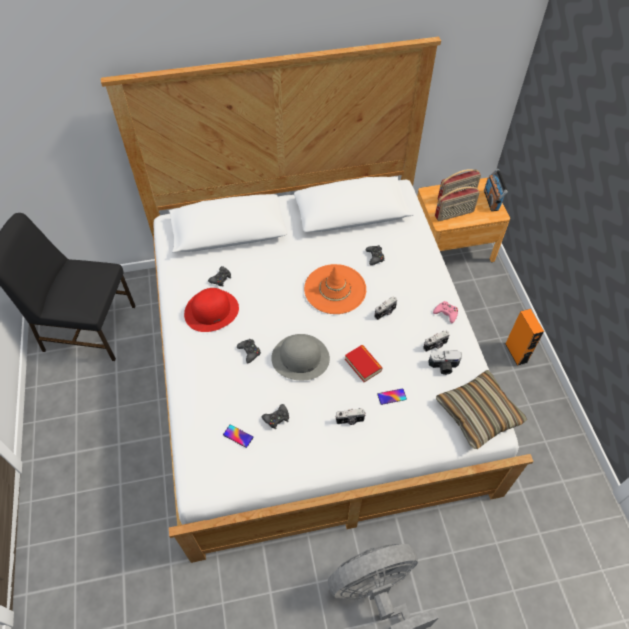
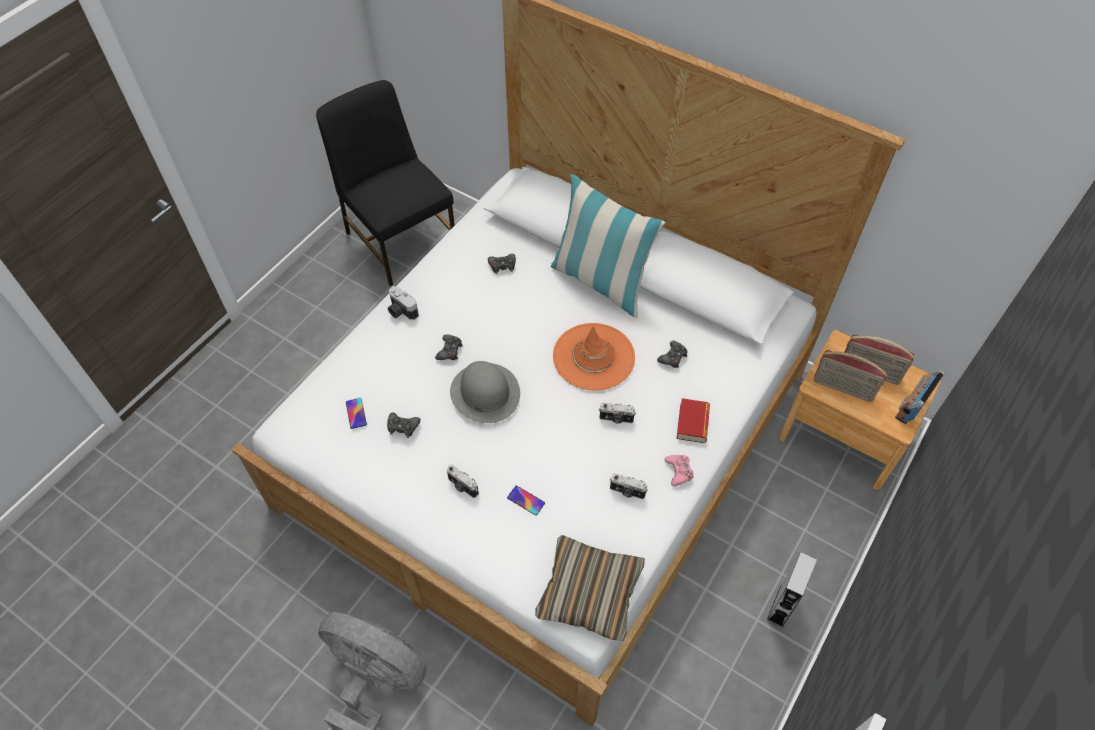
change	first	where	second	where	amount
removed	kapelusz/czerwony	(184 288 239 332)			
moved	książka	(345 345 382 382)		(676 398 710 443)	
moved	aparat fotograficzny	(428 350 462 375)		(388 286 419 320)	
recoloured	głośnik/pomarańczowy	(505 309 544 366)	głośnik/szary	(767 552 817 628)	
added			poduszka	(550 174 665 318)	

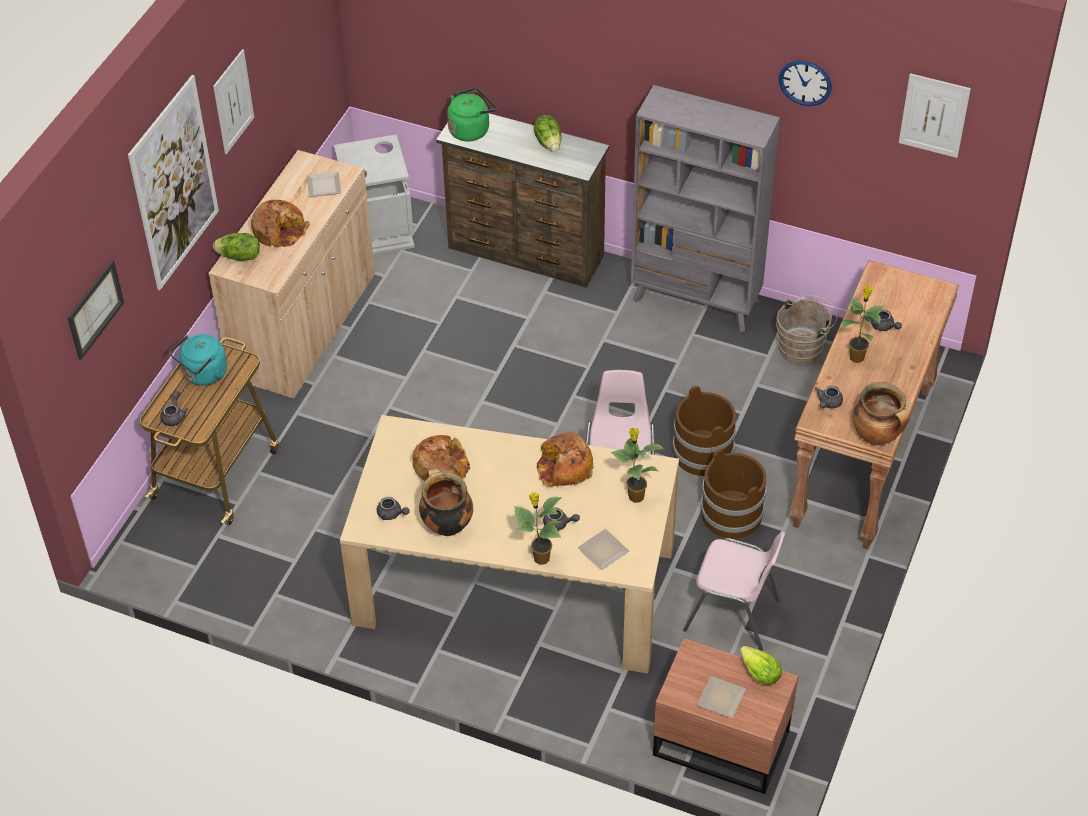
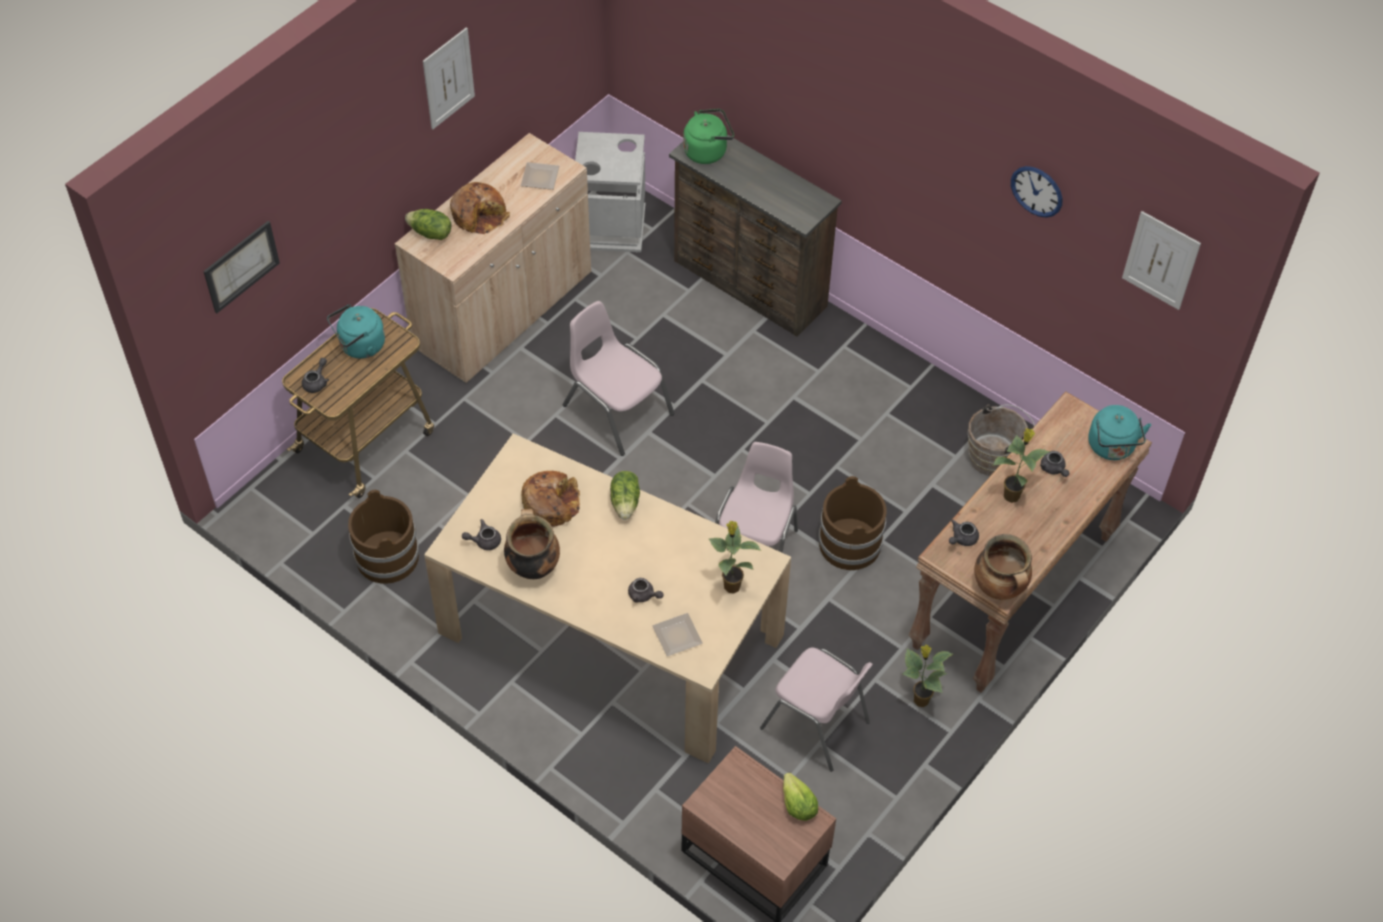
change	first	where	second	where	amount
removed	obraz	(128 75 219 290)			
turned	imbryk/szary	(377 497 410 520)		(462 519 501 550)	120 degrees clockwise
moved	roślina doniczkowa	(514 492 562 565)		(903 645 953 707)	
moved	sałata	(534 115 562 152)		(610 471 640 520)	
removed	chleb	(536 432 594 488)			
removed	regał/szary	(631 85 780 332)			
removed	talerz	(697 676 746 718)			
moved	wiadro/brązowy	(701 448 766 539)		(348 490 419 584)	
added			krzesło/różowy	(563 301 674 456)	
added			czajnik/turkusowy	(1088 405 1151 460)	

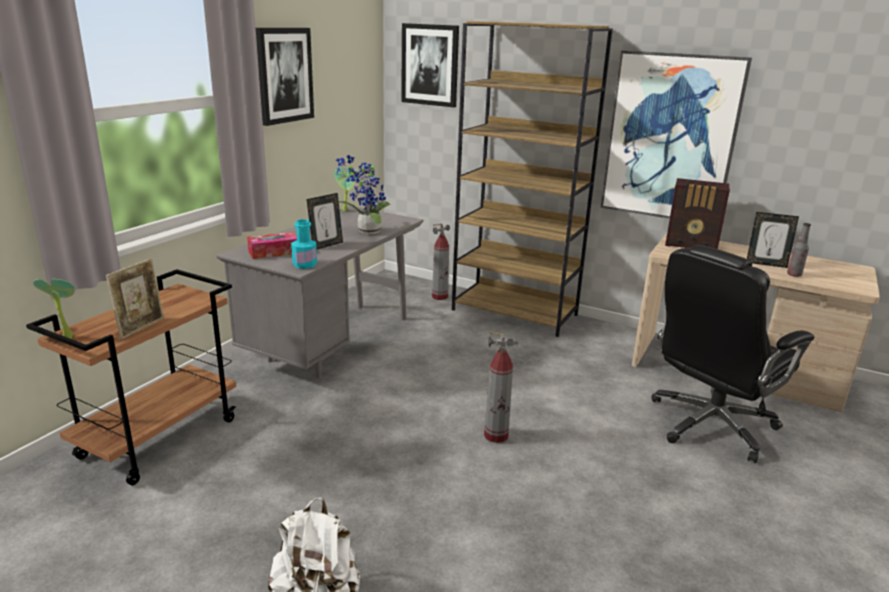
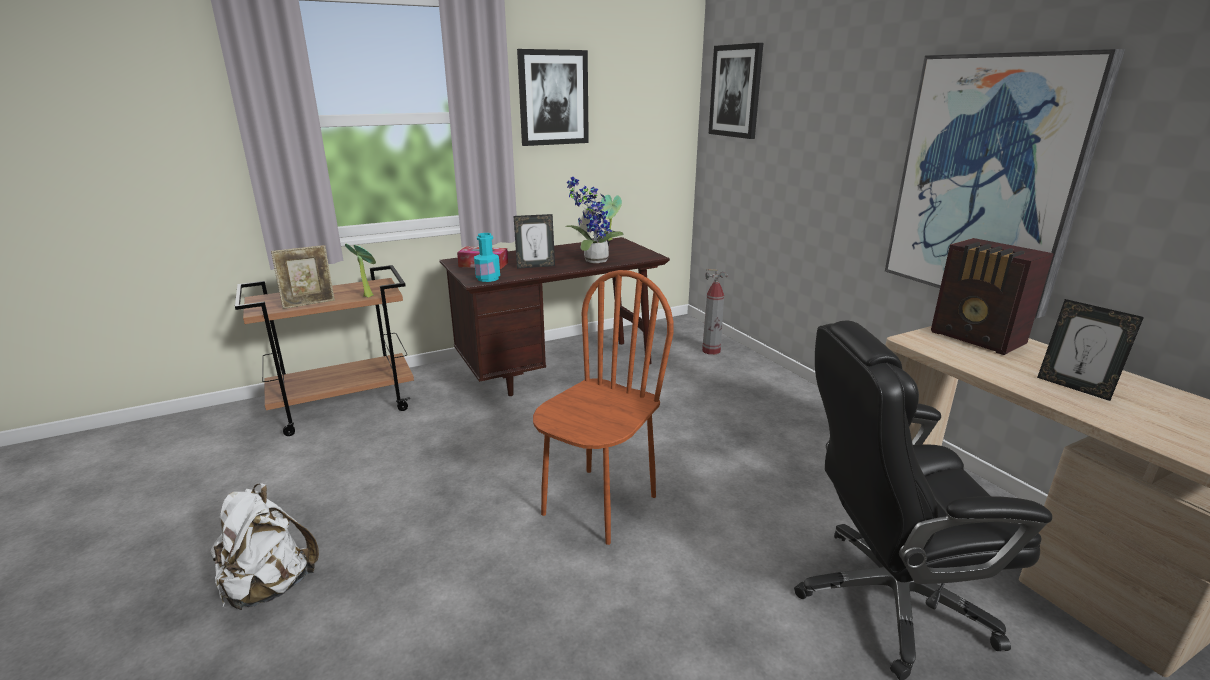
change	first	where	second	where	amount
moved	roślina doniczkowa	(33 279 74 339)		(345 244 376 298)	
recoloured	biurko/szary	(216 206 424 379)	biurko/brązowy	(439 237 670 396)	
removed	regał/brązowy	(452 21 613 337)			
replaced	gaśnica	(484 332 518 443)	krzesło/brązowy	(533 270 674 545)	
removed	butelka	(787 223 811 277)			

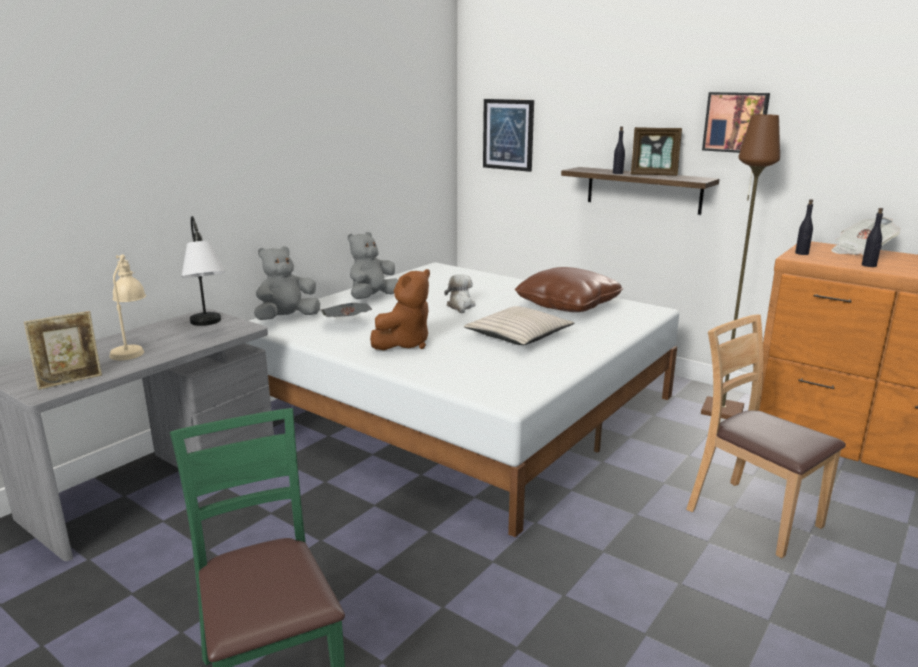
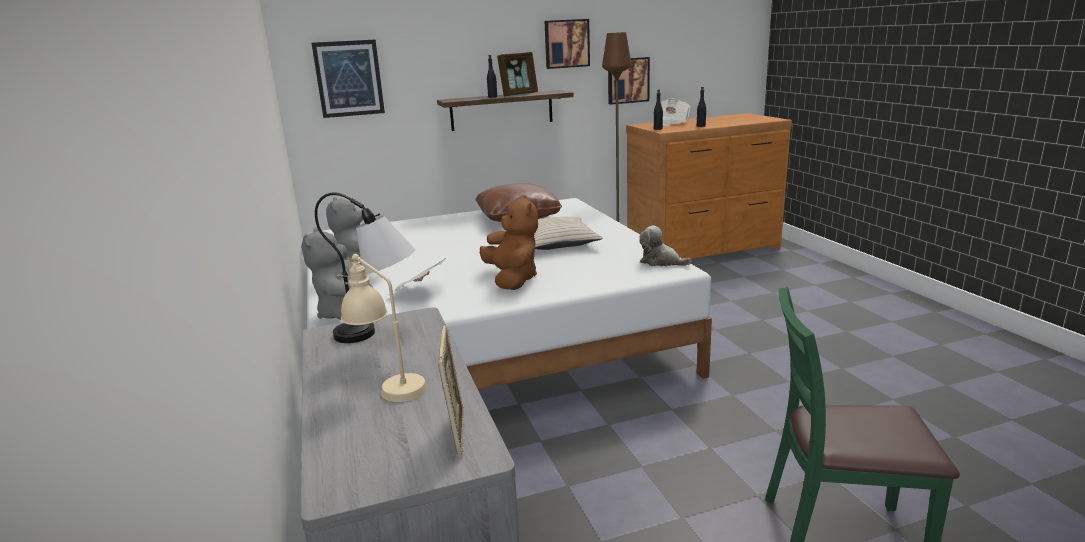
change	first	where	second	where	amount
moved	pluszak	(444 274 475 313)		(639 226 692 266)	
removed	krzesło/brązowy	(686 314 846 558)			
added			obraz	(608 57 650 105)	

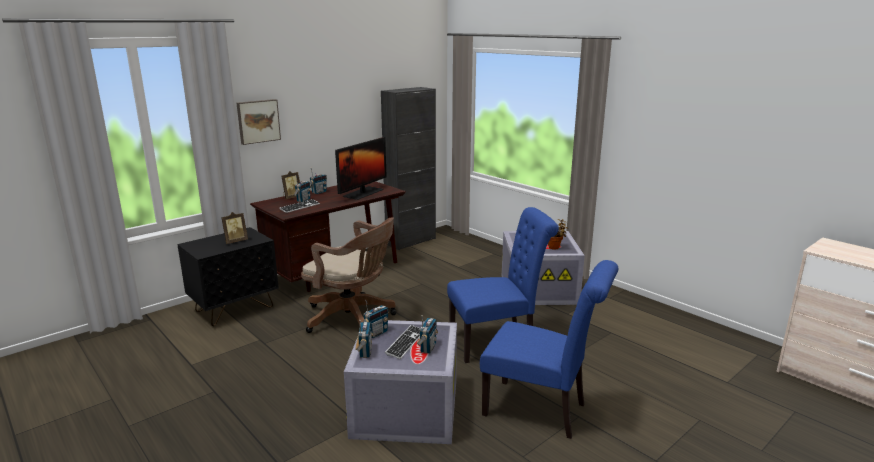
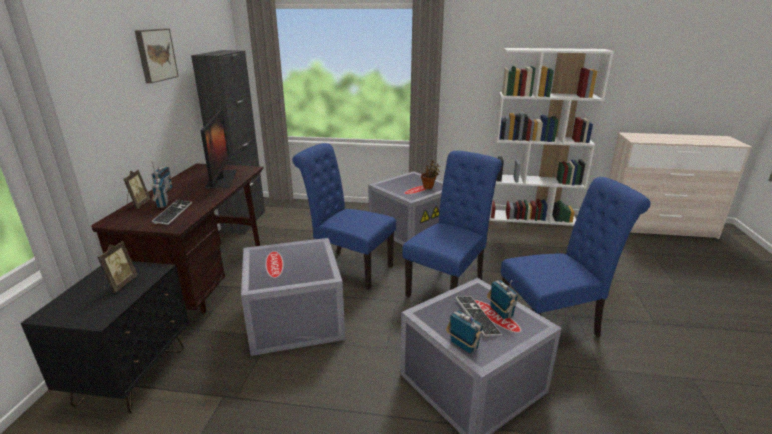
change	first	where	second	where	amount
moved	obraz	(237 99 281 145)		(135 29 179 83)	
replaced	krzesło biurowe/brązowy	(301 217 396 333)	pojemnik do przechowywania/szary	(241 238 345 356)	
removed	radio	(363 300 389 338)			
added			krzesło/niebieski	(293 143 396 289)	
added			regał/biały	(489 48 614 226)	

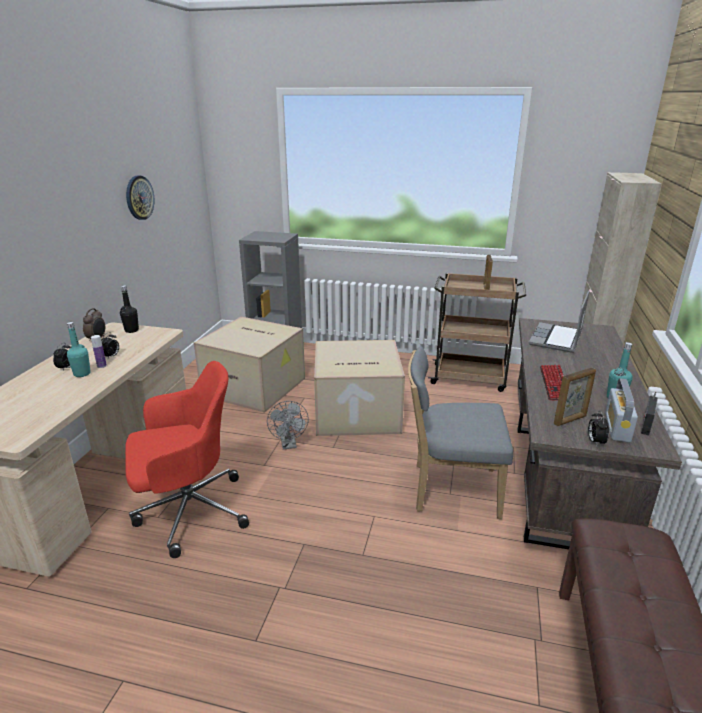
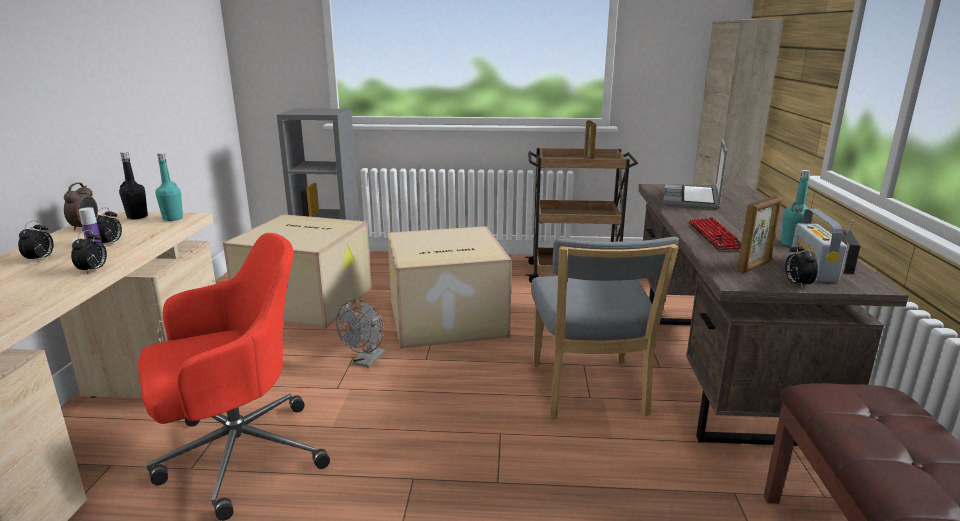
change	first	where	second	where	amount
moved	butelka/turkusowy	(67 322 91 377)		(155 153 183 221)	
removed	zegar ścienny	(126 175 155 220)			
turned	wentylator/szary	(267 401 309 450)		(336 299 385 367)	45 degrees clockwise
turned	krzesło/szary	(408 346 513 519)		(531 237 679 419)	90 degrees counterclockwise
added			budzik	(71 230 107 274)	

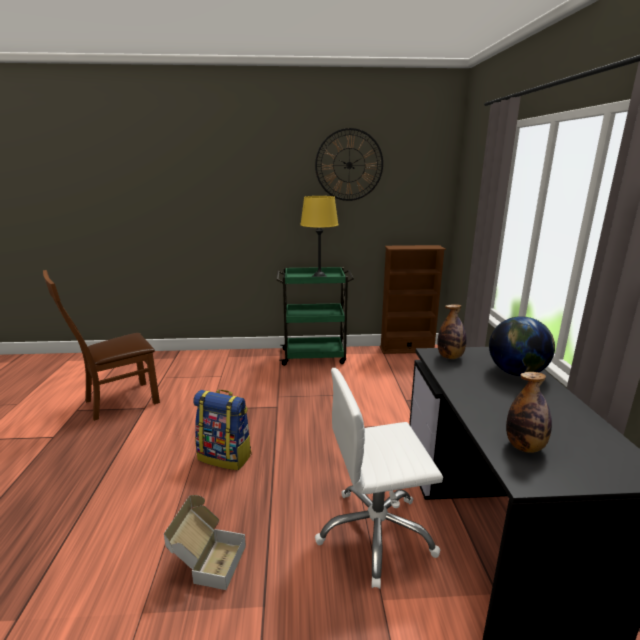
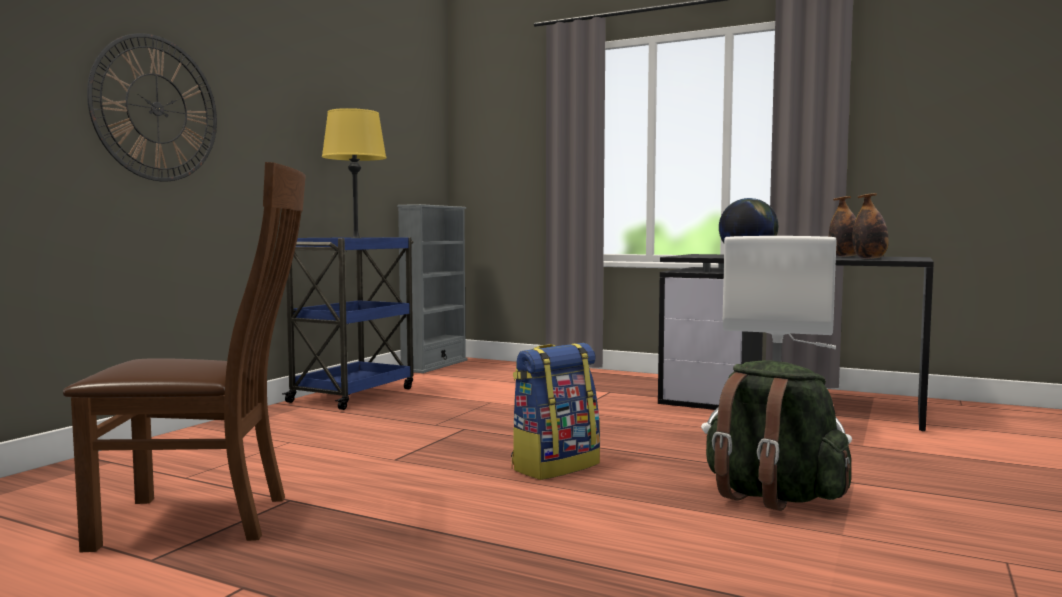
change	first	where	second	where	amount
turned	krzesło/brązowy	(43 270 160 421)		(63 162 306 553)	90 degrees counterclockwise
replaced	karton	(164 495 246 590)	plecak/zielony	(706 360 851 511)	
recoloured	wózek/zielony	(276 267 354 366)	wózek/niebieski	(282 237 414 410)	
moved	zegar ścienny	(315 128 383 201)		(87 33 217 182)	
recoloured	regał/brązowy	(380 245 446 354)	regał/szary	(397 204 467 373)	
moved	butelka	(437 304 467 359)		(829 196 856 257)	

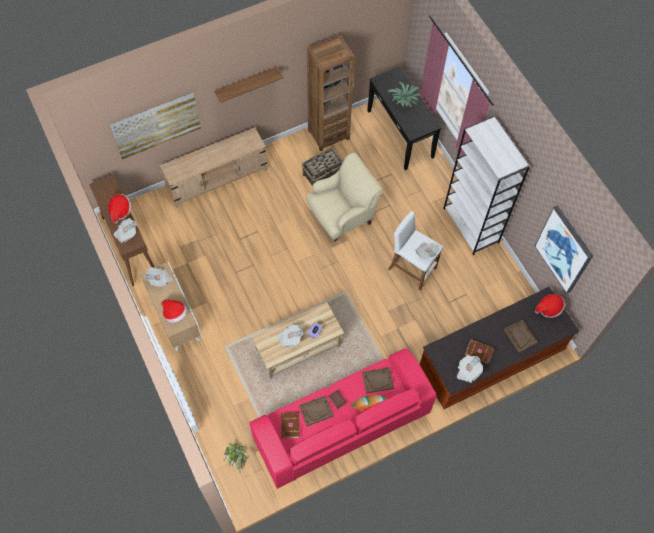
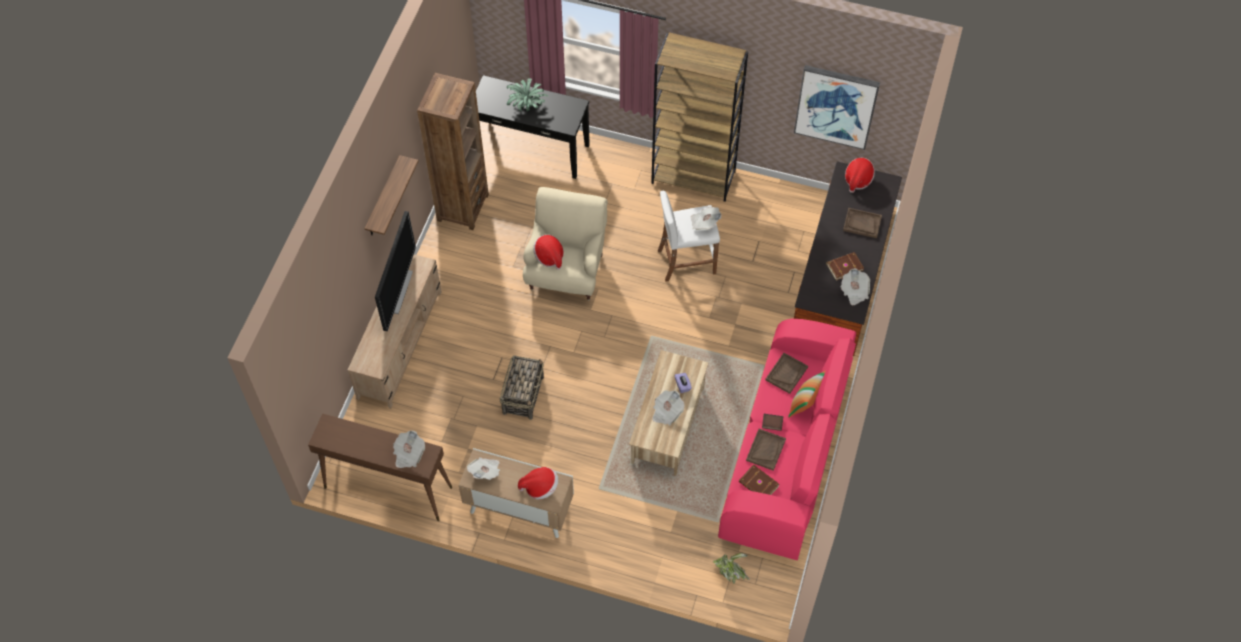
change	first	where	second	where	amount
moved	kapelusz	(108 194 131 223)		(533 235 564 270)	
removed	obraz	(109 92 201 160)			
moved	koszyk	(302 148 343 186)		(500 355 544 420)	
recoloured	regał/biały	(443 116 530 255)	regał/brązowy	(651 32 748 202)	
added			telewizor	(375 211 416 331)	

